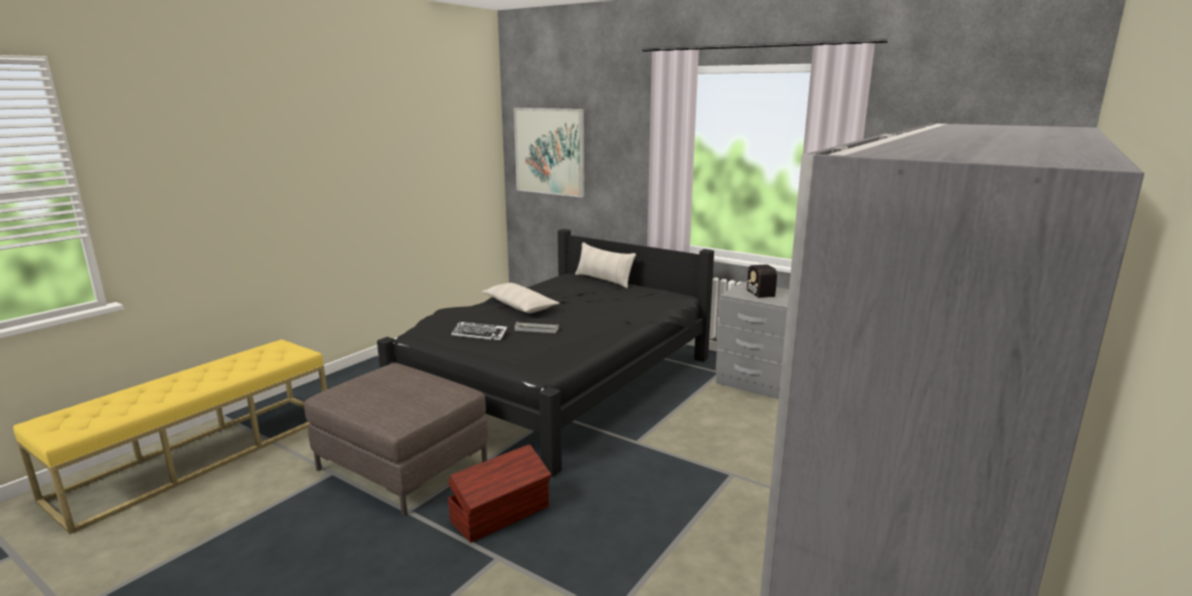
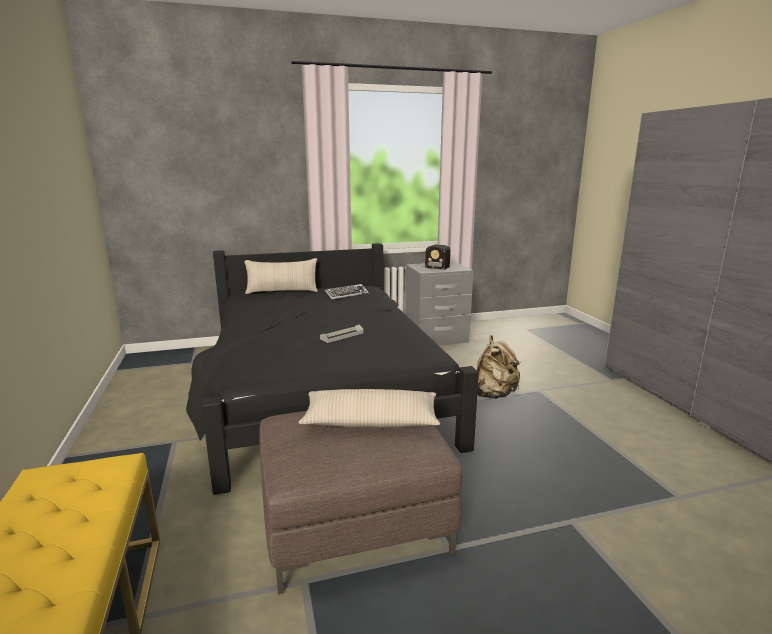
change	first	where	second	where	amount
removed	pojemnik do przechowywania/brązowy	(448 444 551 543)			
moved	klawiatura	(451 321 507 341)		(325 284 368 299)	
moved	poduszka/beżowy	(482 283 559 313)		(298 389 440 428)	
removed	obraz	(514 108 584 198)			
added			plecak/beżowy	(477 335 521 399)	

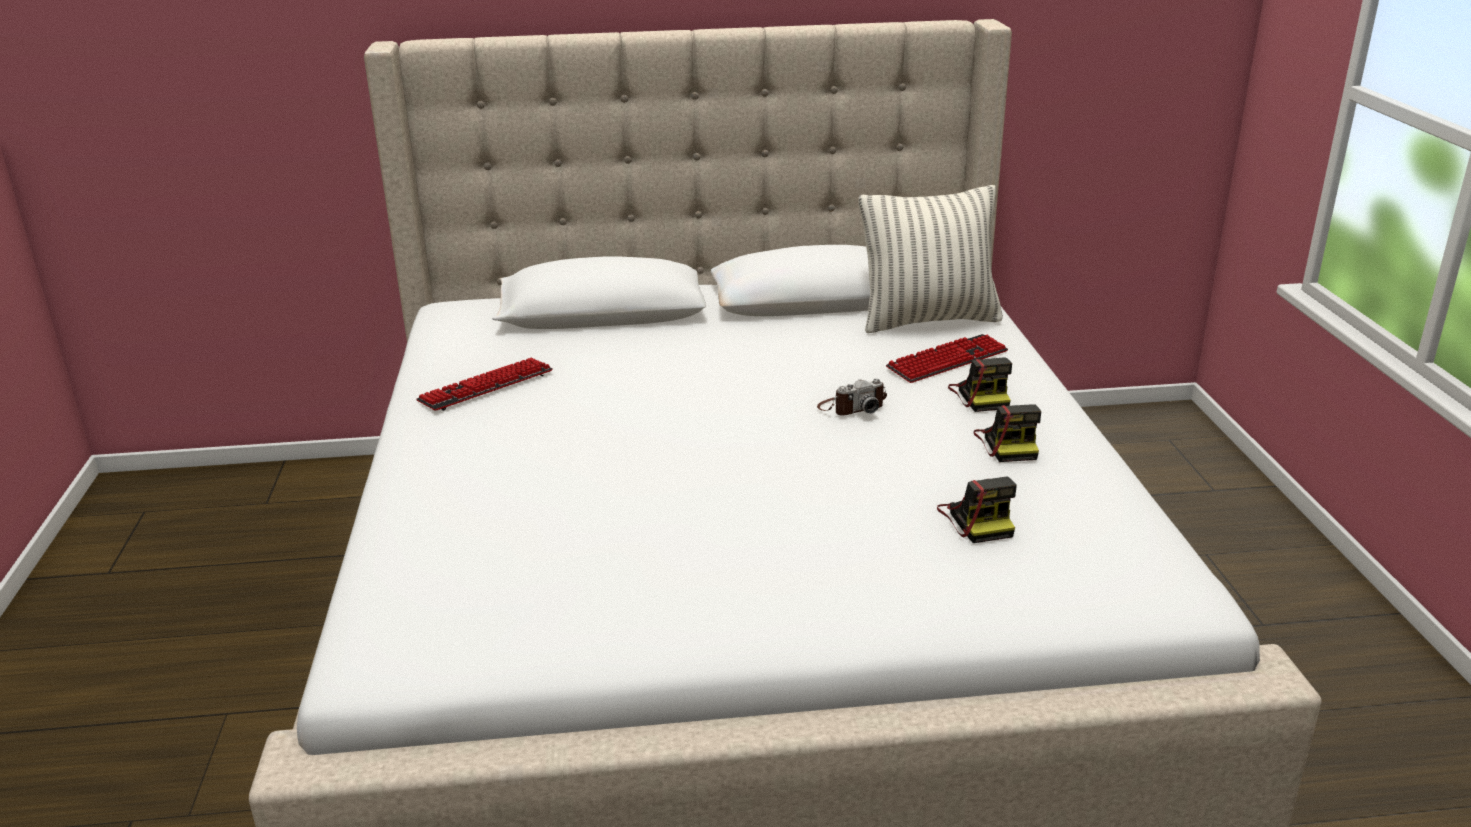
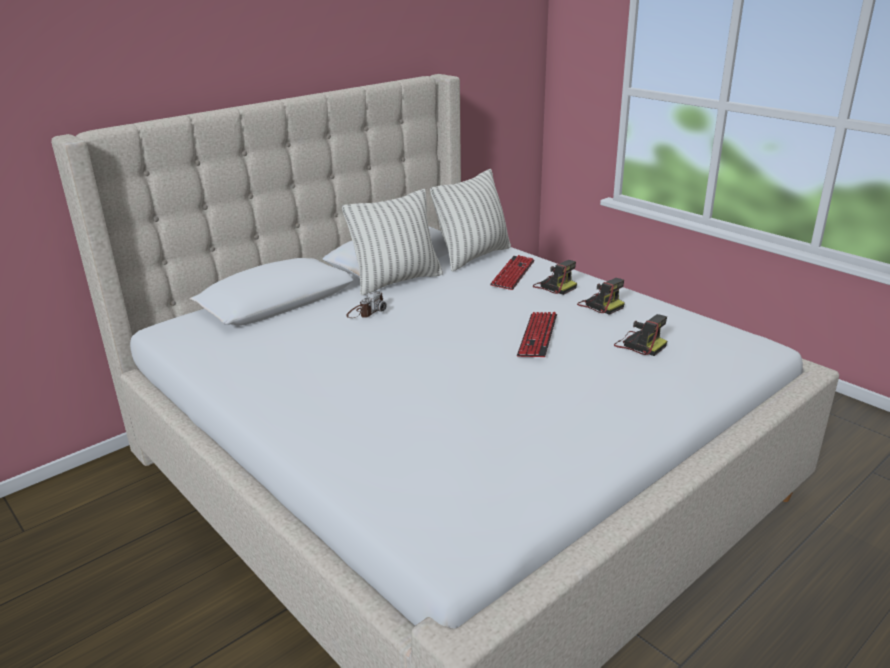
change	first	where	second	where	amount
moved	klawiatura	(416 357 553 411)		(517 312 557 357)	
moved	aparat fotograficzny	(817 379 887 416)		(346 291 386 318)	
added			poduszka	(342 189 443 296)	

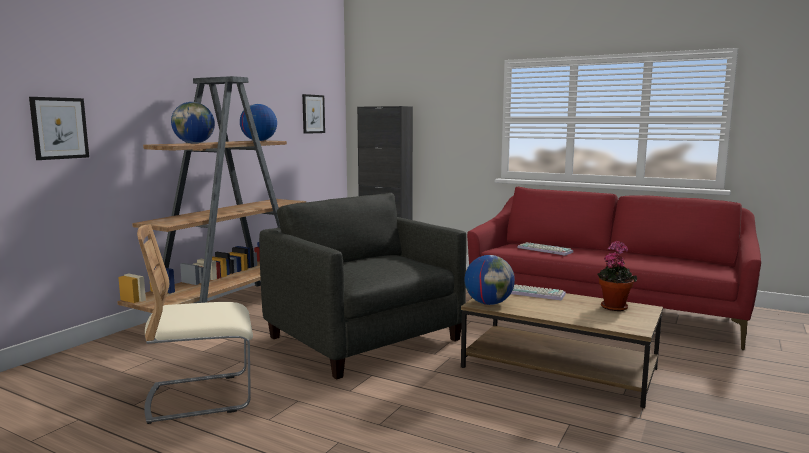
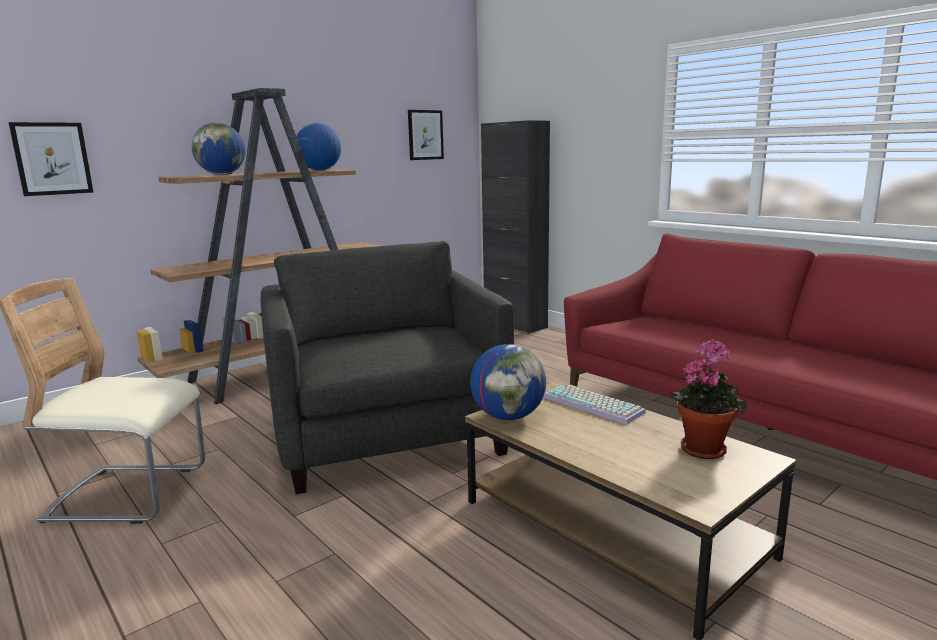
change	first	where	second	where	amount
removed	klawiatura	(517 242 573 256)			

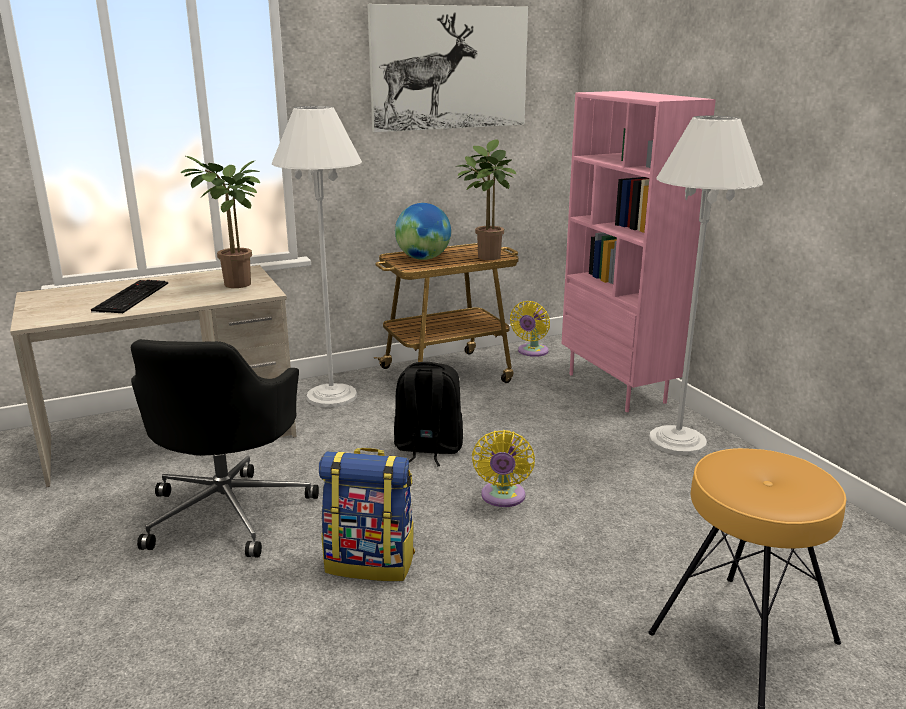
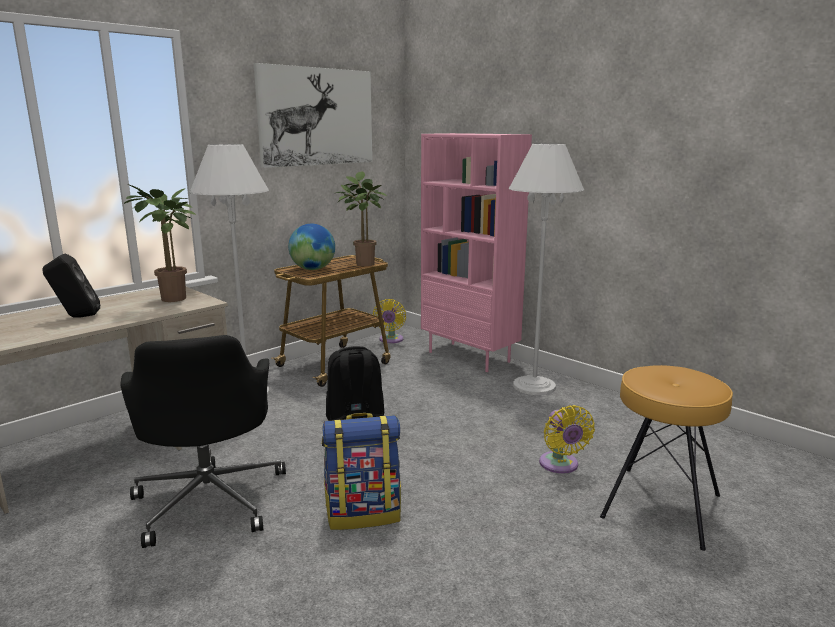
change	first	where	second	where	amount
replaced	klawiatura	(91 280 168 313)	głośnik/czarny	(42 254 100 318)	
moved	wentylator/żółty	(472 430 535 507)		(539 405 595 473)	

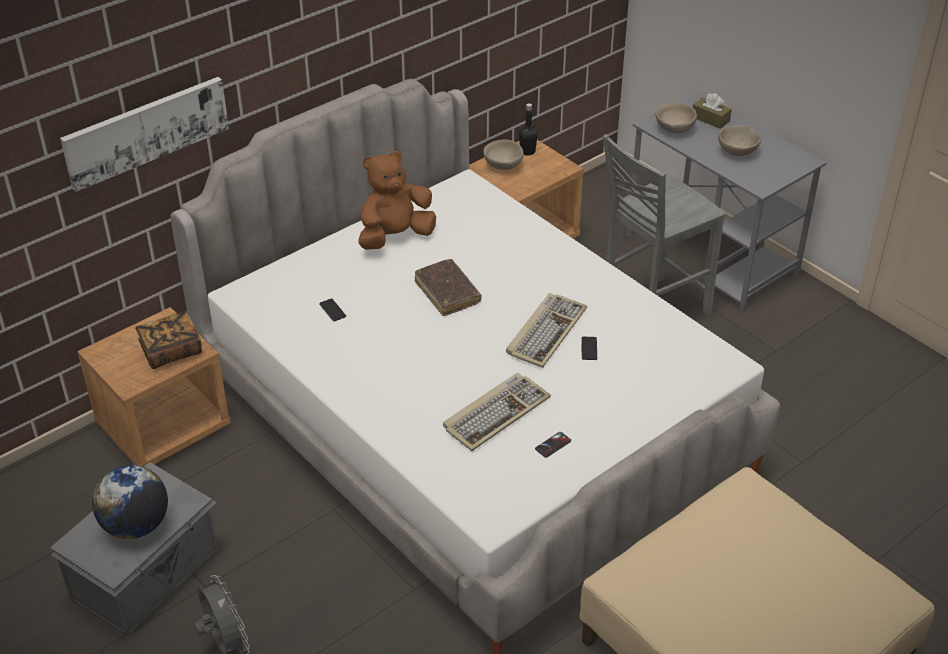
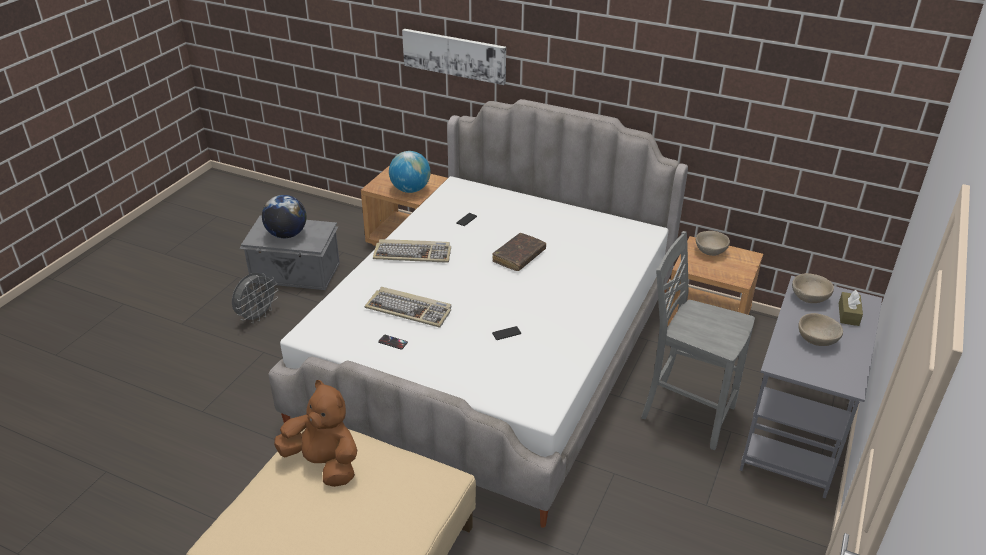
change	first	where	second	where	amount
replaced	książka	(135 311 202 369)	globus	(389 151 431 193)	
moved	pluszak/brązowy	(358 151 436 250)		(274 380 357 487)	
moved	klawiatura	(506 293 587 368)		(373 239 451 263)	
removed	butelka/czarny	(519 103 538 156)			

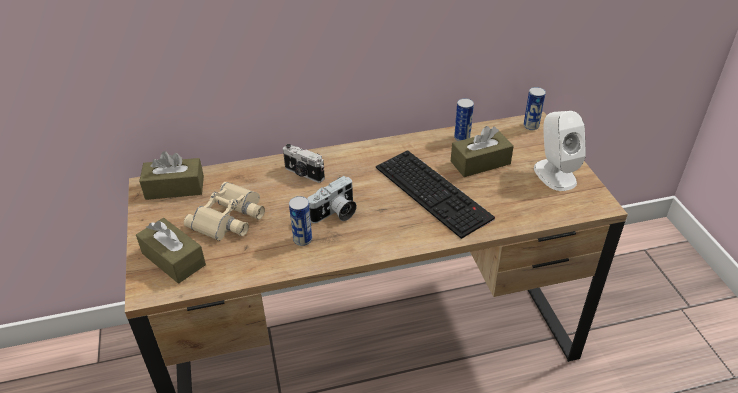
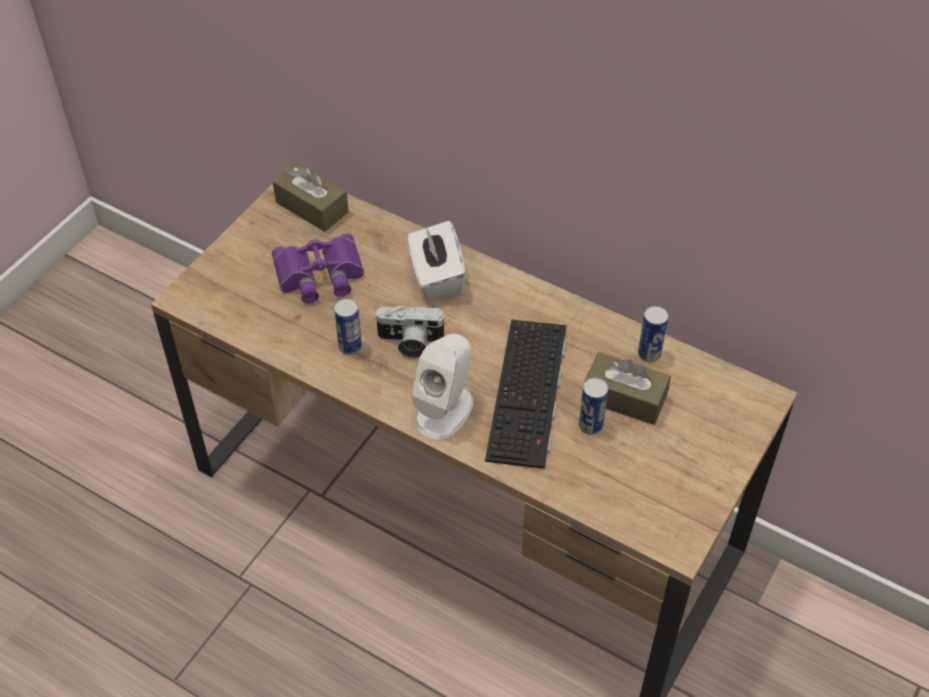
change	first	where	second	where	amount
removed	pudełko chusteczek/brązowy	(136 218 206 284)			
recoloured	lornetka/beżowy	(184 182 265 241)	lornetka/fioletowy	(272 233 364 303)	
replaced	aparat fotograficzny	(283 144 325 183)	pudełko chusteczek/biały	(408 221 466 299)	
moved	puszka	(523 87 546 130)		(579 378 608 435)	
moved	głośnik/biały	(534 111 586 191)		(412 333 473 439)	

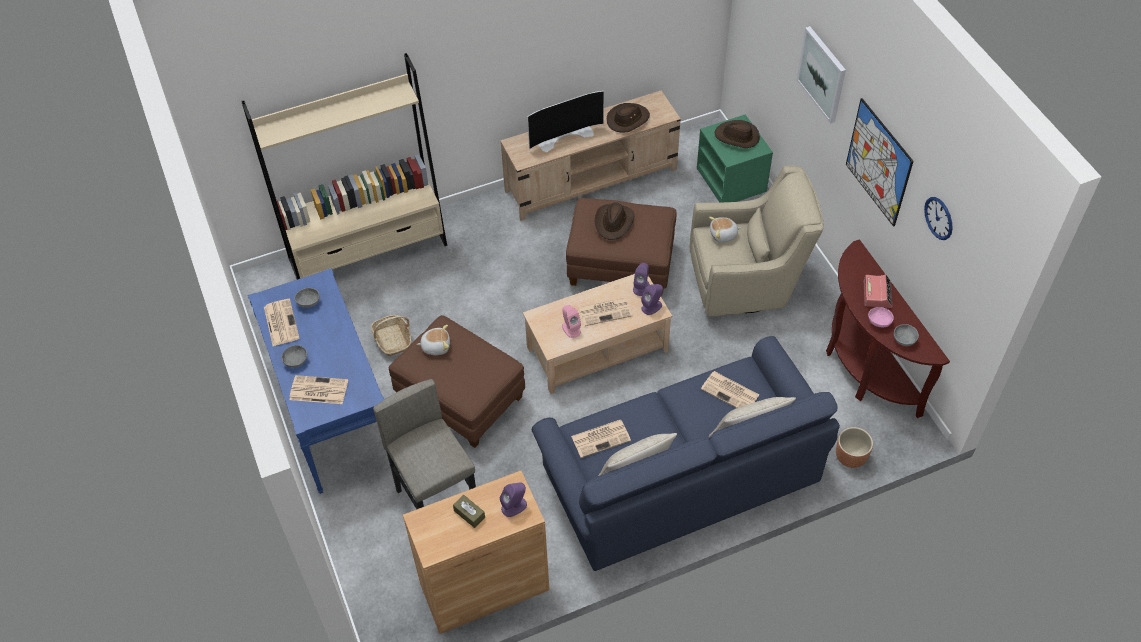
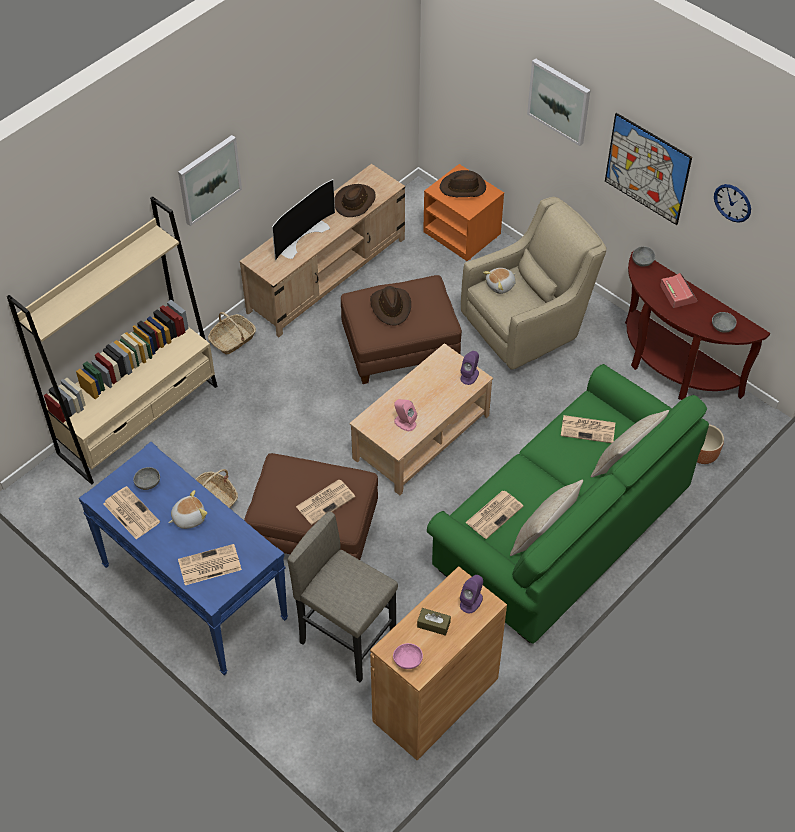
change	first	where	second	where	amount
moved	miska/szary	(282 345 307 368)		(632 246 655 267)	
moved	pluszak	(417 325 450 355)		(168 490 208 529)	
recoloured	kanapa/niebieski	(532 336 840 571)	kanapa/zielony	(427 364 709 643)	
moved	gazeta	(579 297 632 326)		(296 480 355 524)	
removed	głośnik/fioletowy	(633 263 649 296)			
recoloured	szafka nocna/zielony	(697 114 773 202)	szafka nocna/pomarańczowy	(423 164 504 261)	
moved	miska/różowy	(868 307 894 327)		(393 643 423 669)	
added			obraz	(178 135 242 226)	
added			koszyk	(208 312 256 354)	

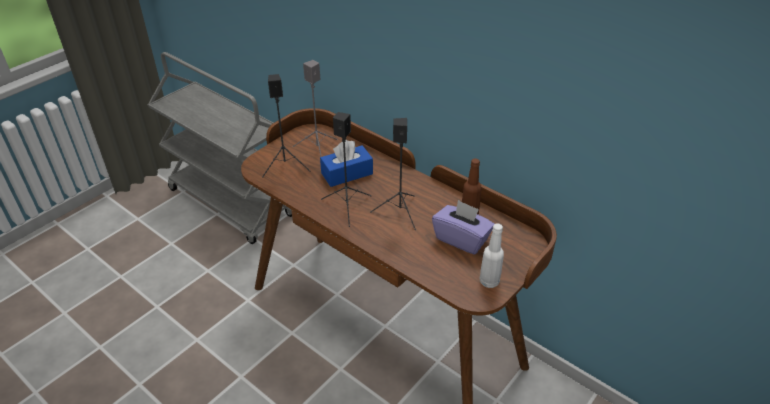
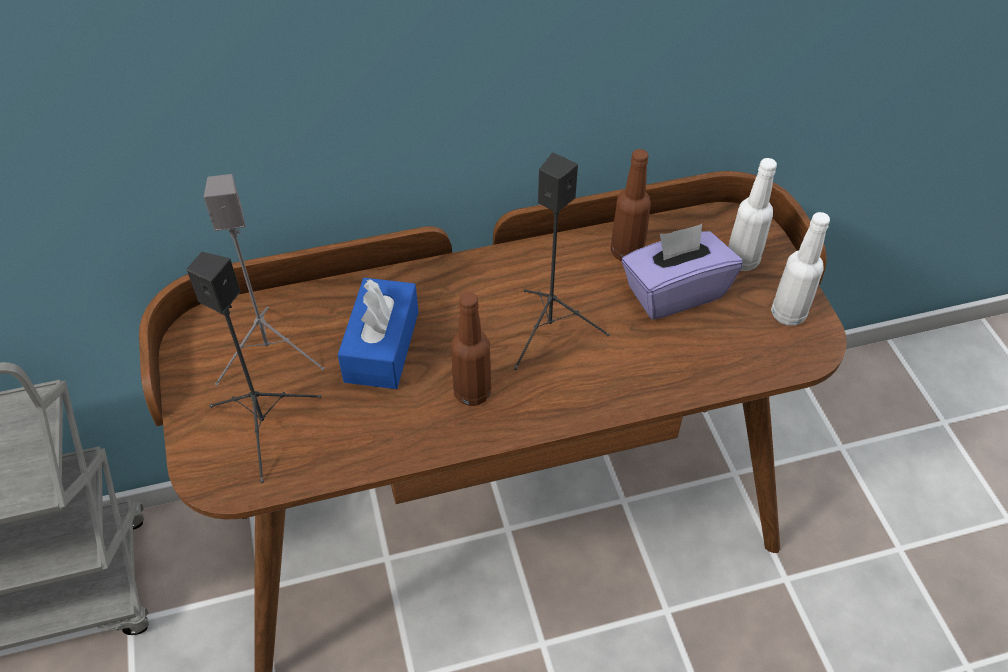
change	first	where	second	where	amount
replaced	głośnik/czarny	(321 112 371 227)	butelka/brązowy	(451 292 491 406)	
added			butelka/biały	(728 158 777 271)	

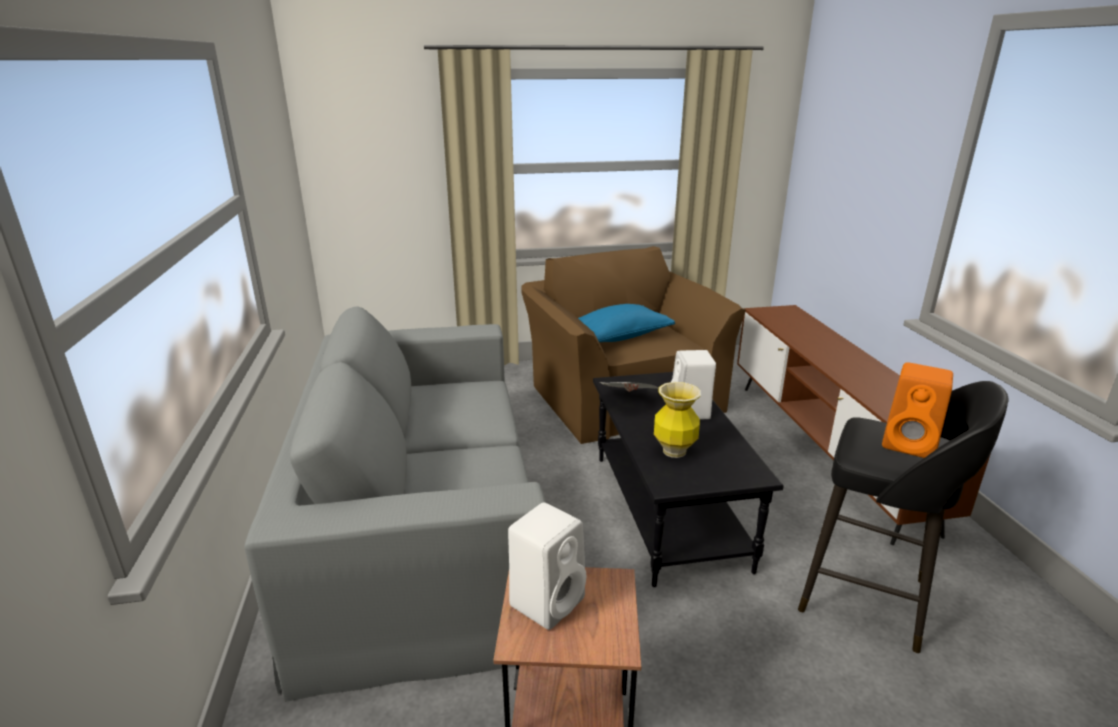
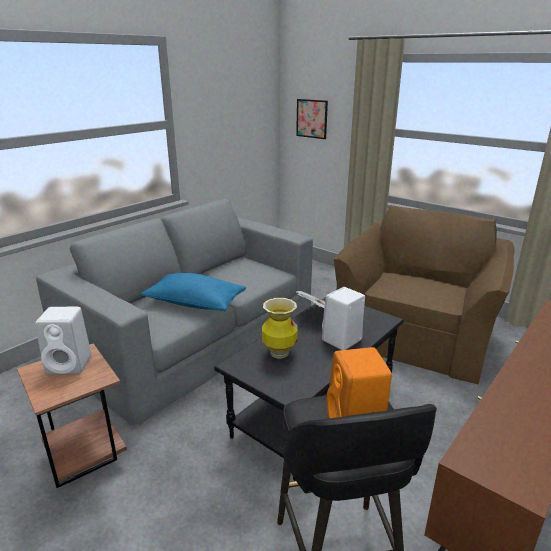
change	first	where	second	where	amount
moved	poduszka/niebieski	(578 304 675 342)		(141 273 246 312)	
added			obraz	(296 99 328 139)	

